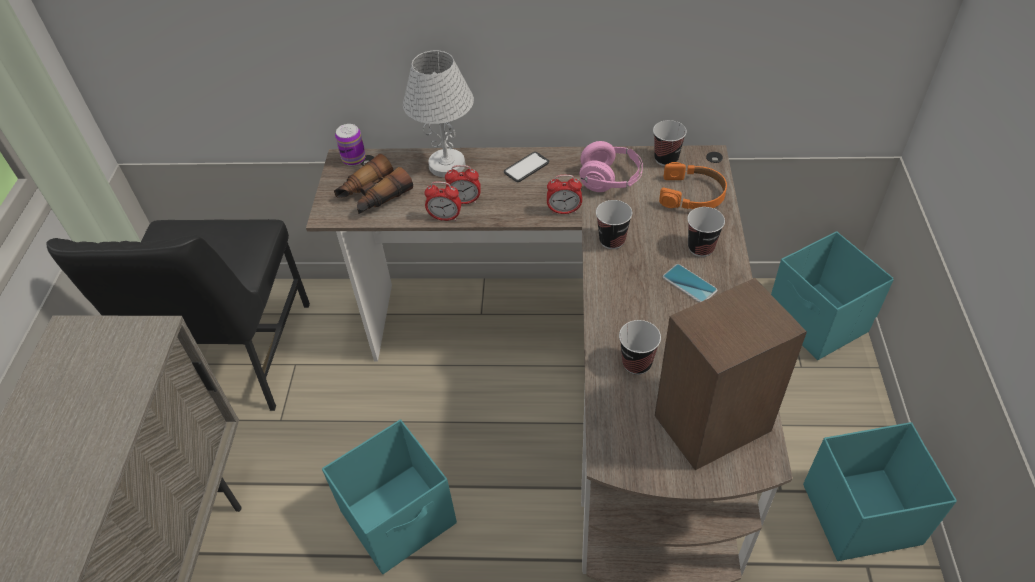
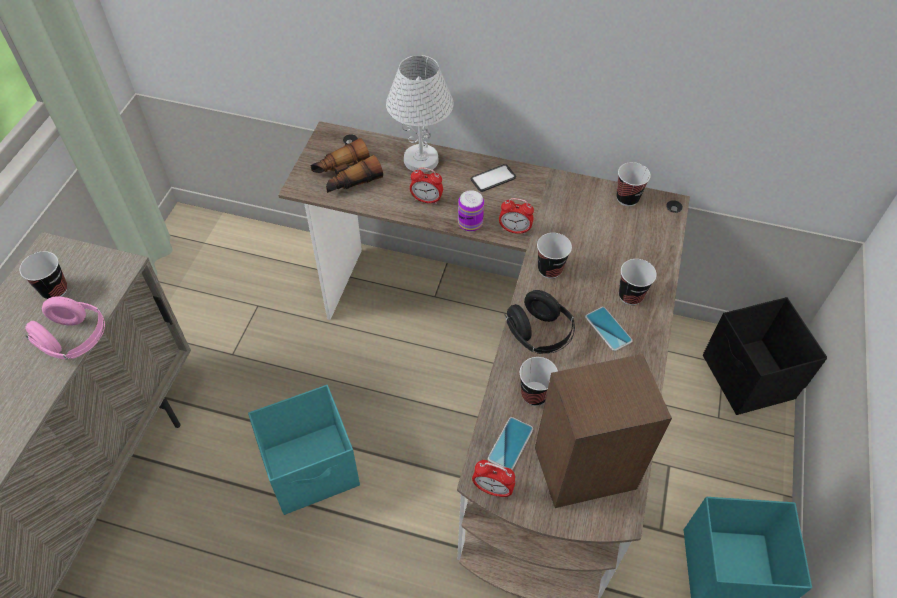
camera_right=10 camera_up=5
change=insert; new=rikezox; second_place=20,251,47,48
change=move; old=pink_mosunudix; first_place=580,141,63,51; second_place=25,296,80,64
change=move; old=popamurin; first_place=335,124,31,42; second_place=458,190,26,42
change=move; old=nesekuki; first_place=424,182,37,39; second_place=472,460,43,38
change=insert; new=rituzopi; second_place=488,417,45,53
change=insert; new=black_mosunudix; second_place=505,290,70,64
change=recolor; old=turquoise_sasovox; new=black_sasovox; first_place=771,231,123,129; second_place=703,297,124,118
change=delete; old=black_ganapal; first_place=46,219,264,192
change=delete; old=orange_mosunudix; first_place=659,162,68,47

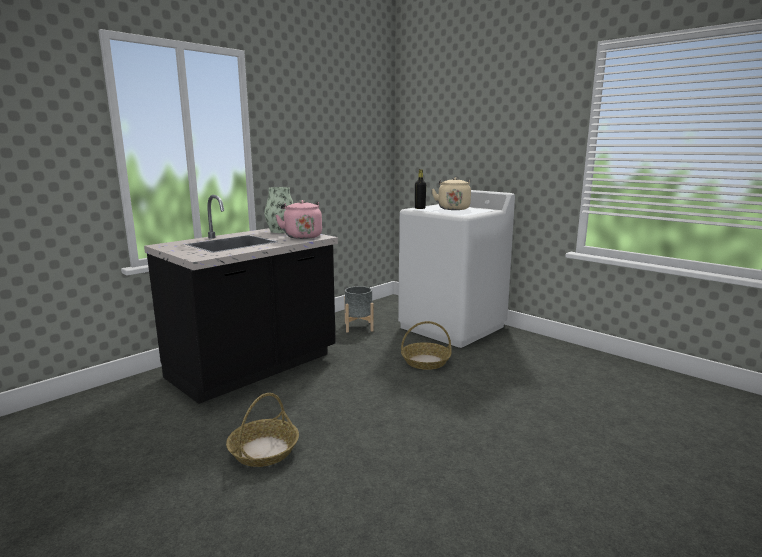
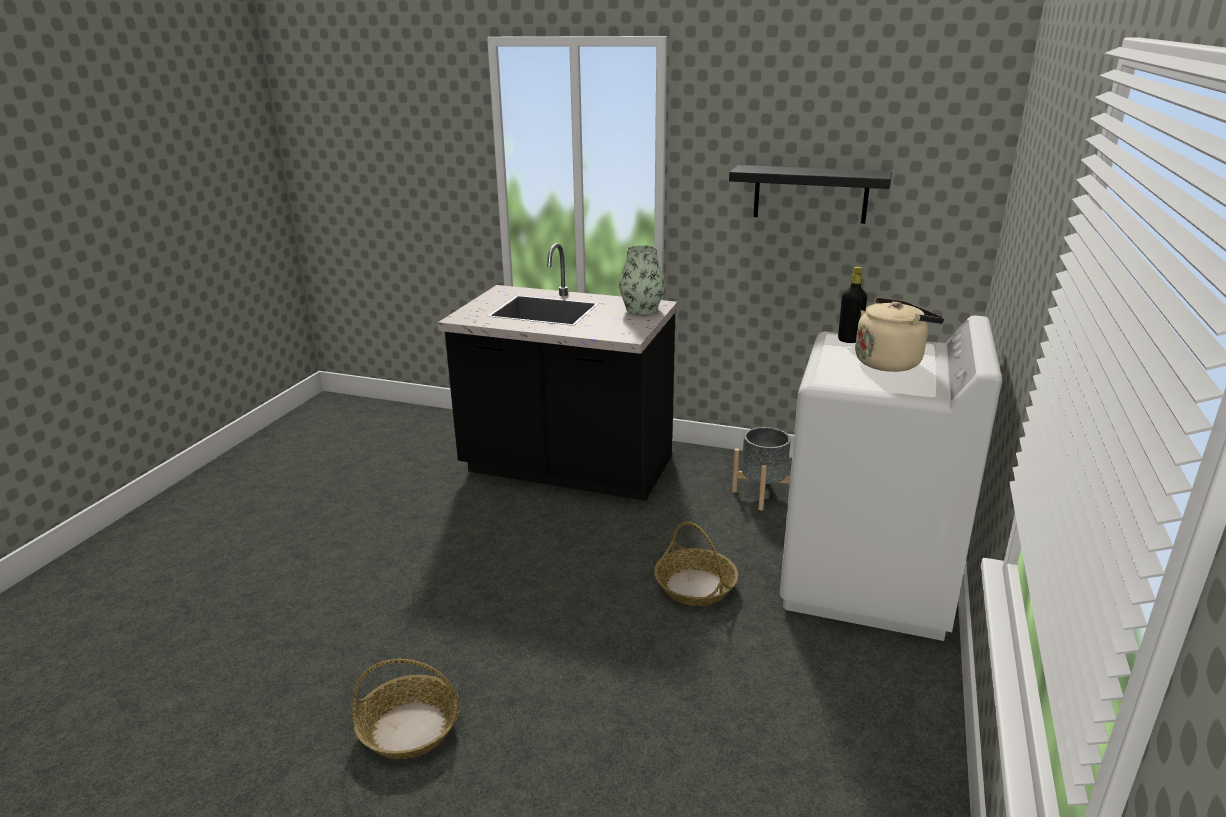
camera_right=65 camera_up=10
change=move; old=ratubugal; first_place=226,393,73,74; second_place=352,659,108,100
change=insert; new=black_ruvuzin; second_place=729,165,163,59
change=delete; old=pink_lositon; first_place=276,200,46,39

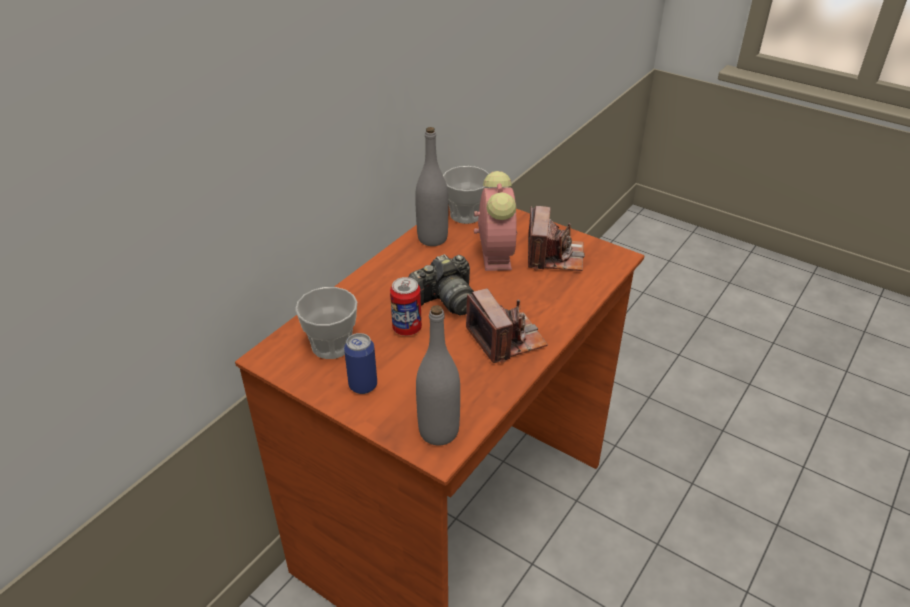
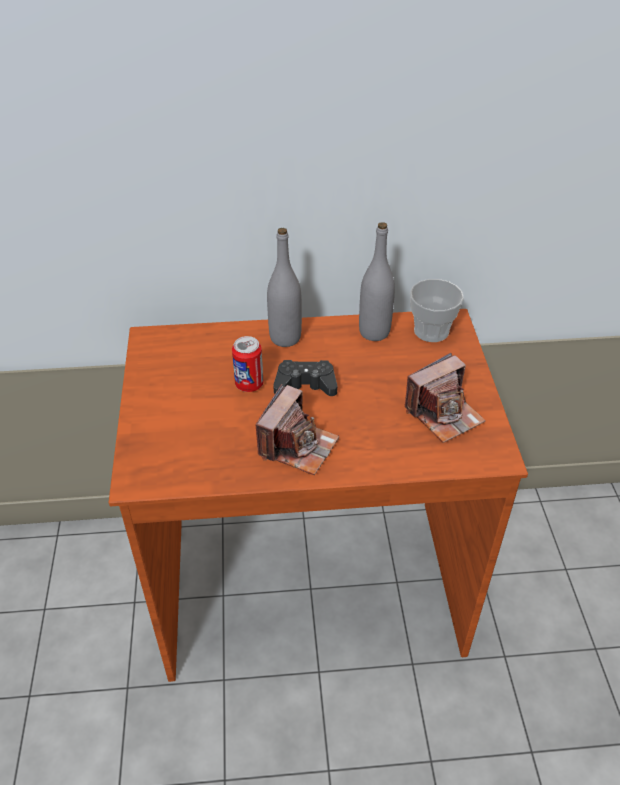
camera_right=50 camera_up=5
change=move; old=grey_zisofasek; first_place=416,305,44,141; second_place=267,228,35,119
change=replace; old=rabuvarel; new=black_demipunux; first_place=408,254,66,62; second_place=273,360,64,36
change=delete; old=rikezox; first_place=295,287,62,72
change=delete; old=popamurin; first_place=344,333,33,61
change=delete; old=nesekuki; first_place=474,171,43,100

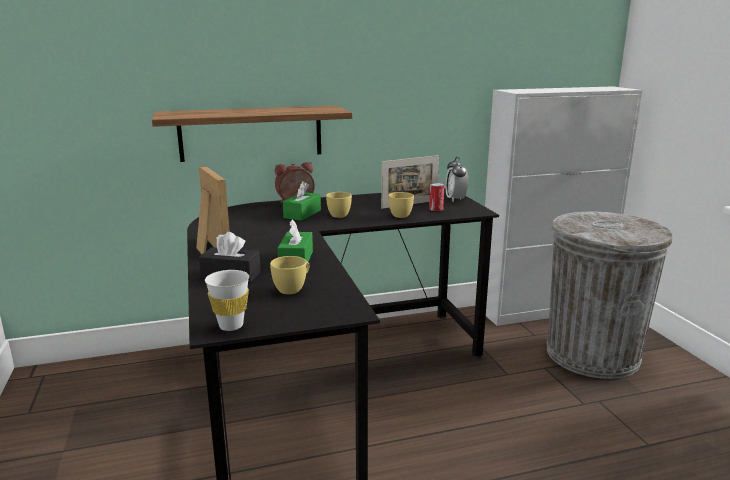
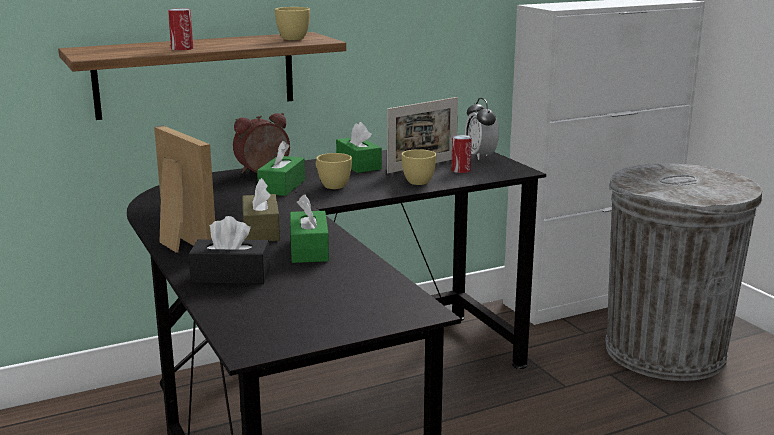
camera_right=-10 camera_up=0
change=insert; new=popamurin; second_place=168,8,25,42
change=insert; new=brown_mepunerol; second_place=242,178,38,63
change=move; old=yellow_rikezox; first_place=270,256,40,38; second_place=275,7,35,33
change=insert; new=green_mepunerol; second_place=336,122,46,51
change=delete; old=white_rikezox; first_place=205,270,44,61

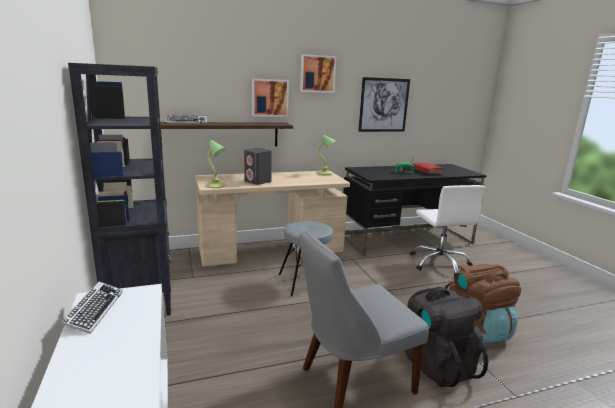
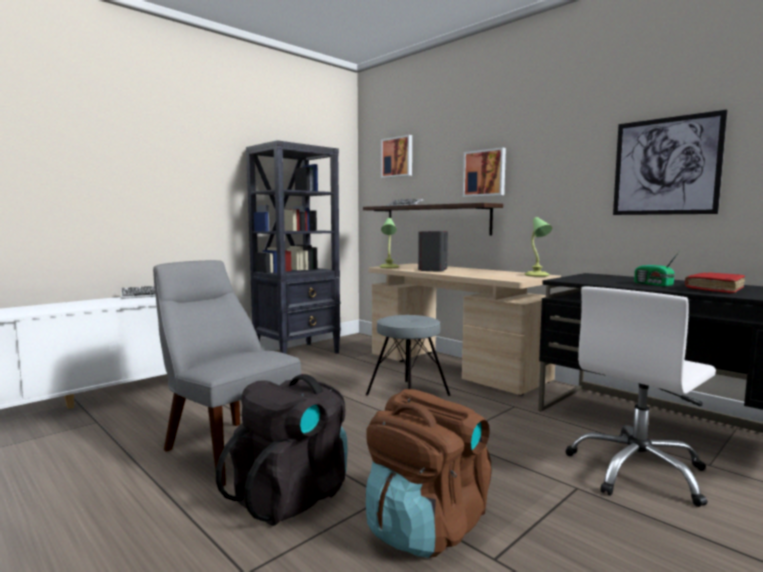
camera_right=65 camera_up=-10
change=move; old=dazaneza; first_place=300,54,36,39; second_place=381,135,31,43

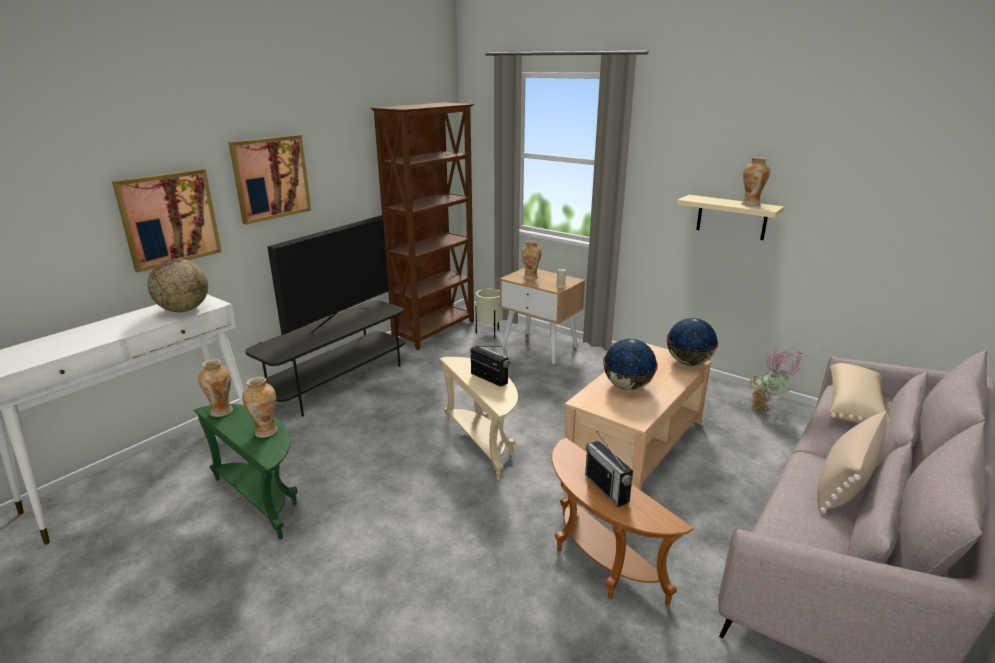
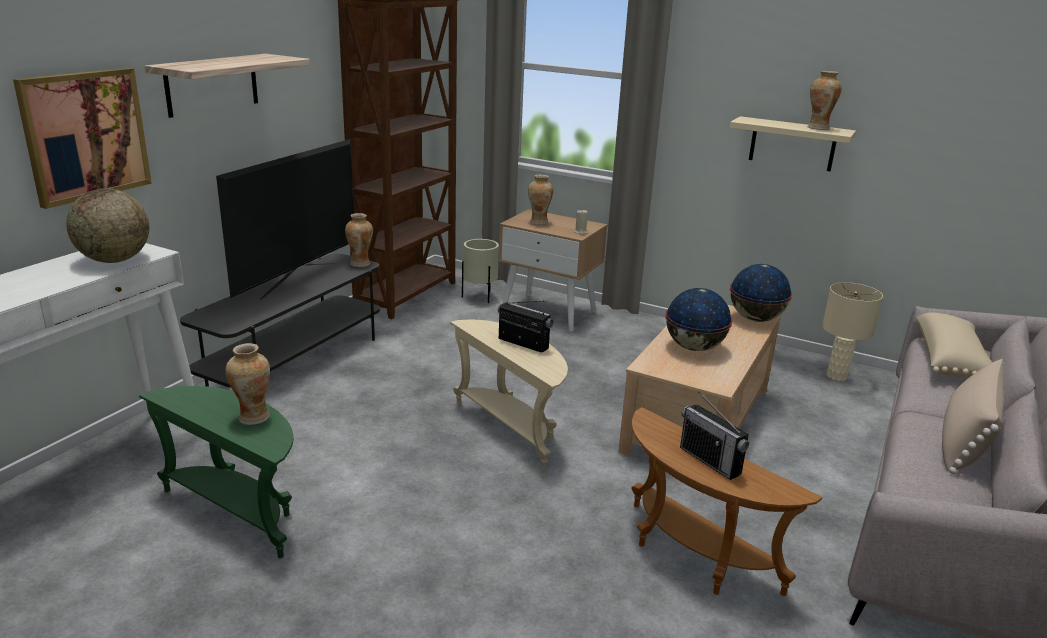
camera_right=-10 camera_up=0
change=replace; old=dazaneza; new=ruvuzin; first_place=228,135,83,90; second_place=145,54,165,64
change=move; old=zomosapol; first_place=198,359,35,58; second_place=345,213,28,54
change=replace; old=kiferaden; new=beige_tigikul; first_place=750,349,52,64; second_place=822,282,61,99

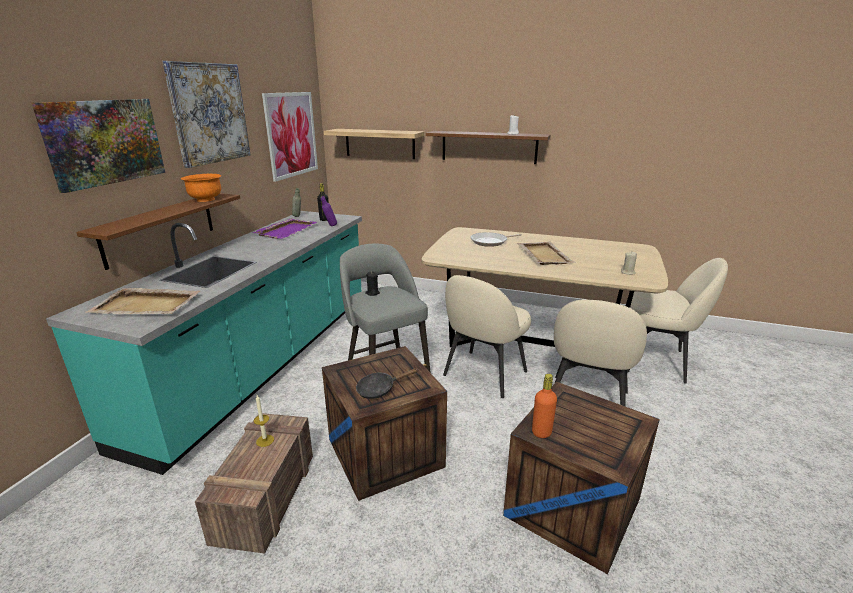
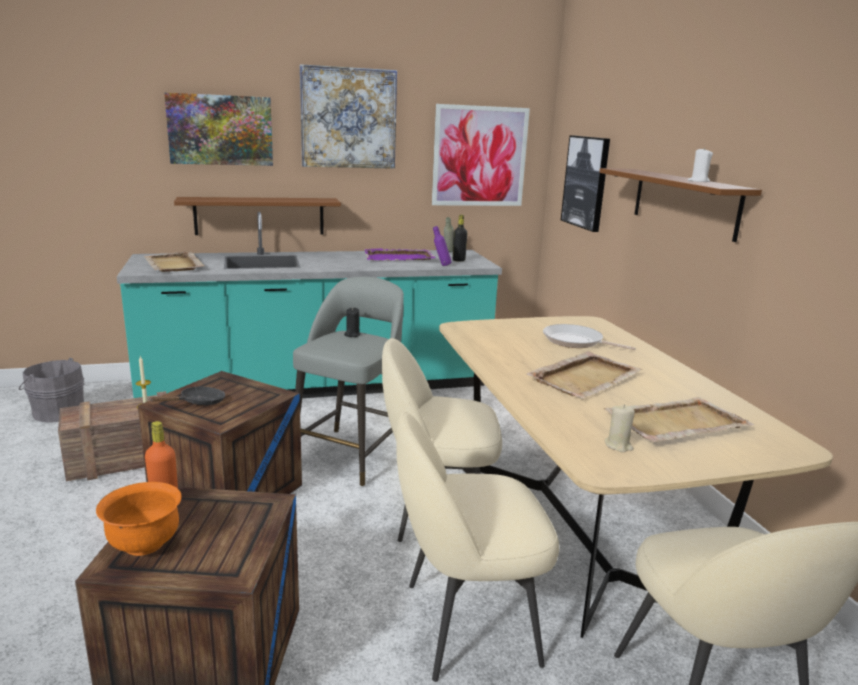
camera_right=55 camera_up=-5
change=insert; new=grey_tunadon; second_place=19,358,65,65
change=move; old=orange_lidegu; first_place=181,174,40,28; second_place=96,482,86,74
change=rotate; old=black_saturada; first_place=356,368,63,31; second_place=149,387,76,18; degrees=105
change=replace; old=ruvuzin; new=dazaneza; first_place=324,129,100,30; second_place=561,135,49,97
change=insert; new=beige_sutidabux; second_place=603,397,152,45

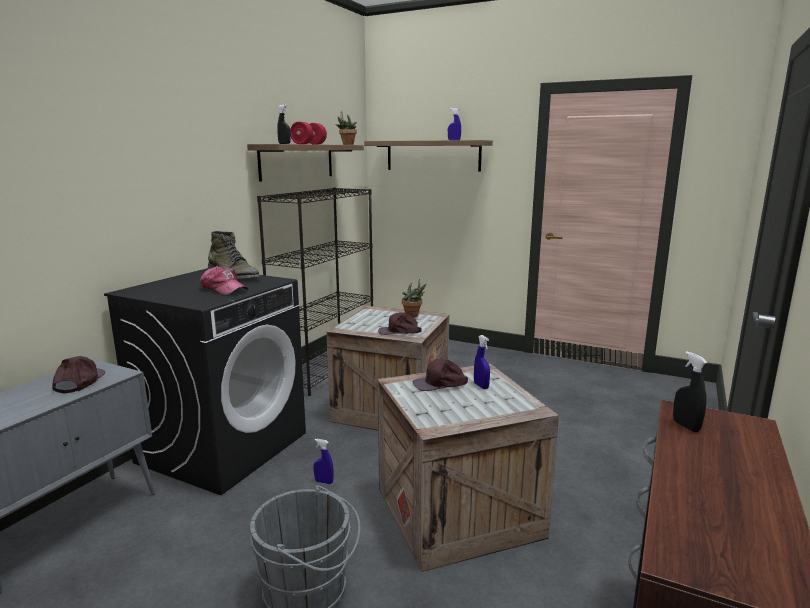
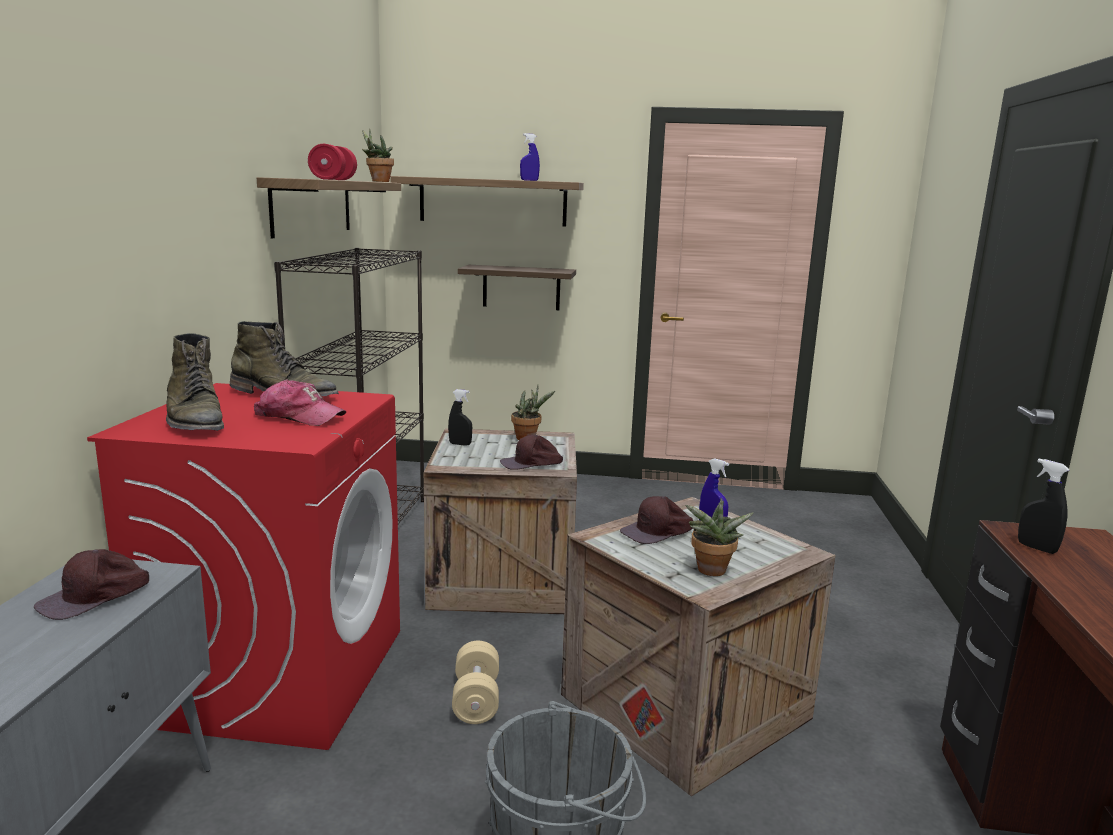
camera_right=-20 camera_up=0
change=rotate; old=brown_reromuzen; first_place=52,356,53,37; second_place=34,549,115,71; degrees=-120
change=recolor; old=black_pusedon; new=red_pusedon; first_place=104,268,202,227; second_place=87,383,313,367
change=insert; new=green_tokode; second_place=166,333,58,98
change=move; old=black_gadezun; first_place=277,105,14,39; second_place=448,389,24,57
change=replace; old=blue_gadezun; new=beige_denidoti; first_place=313,439,21,45; second_place=452,641,47,83
change=insert; new=ruvuzin; second_place=458,265,118,45
change=insert; new=kiferaden; second_place=685,498,69,78

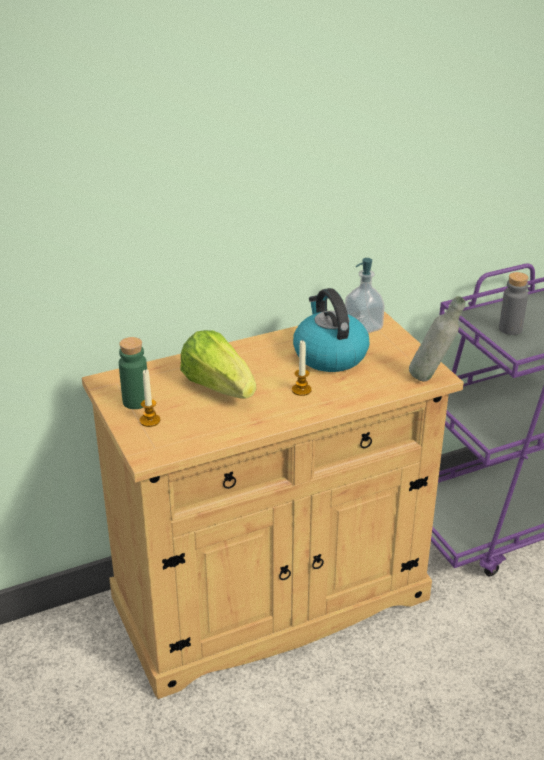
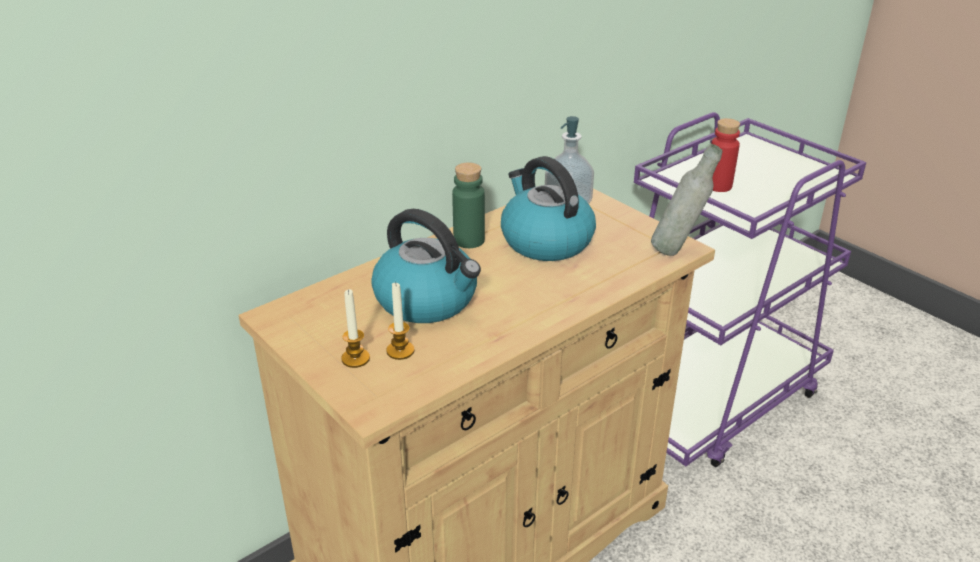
camera_right=-15 camera_up=0
change=replace; old=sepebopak; new=lositon; first_place=180,330,76,69; second_place=371,209,110,114
change=move; old=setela; first_place=292,341,20,55; second_place=386,282,29,78
change=move; old=green_zisofasek; first_place=119,337,28,72; second_place=452,162,33,86
change=recolor; old=grey_zisofasek; new=red_zisofasek; first_place=499,272,30,63; second_place=711,118,29,74

